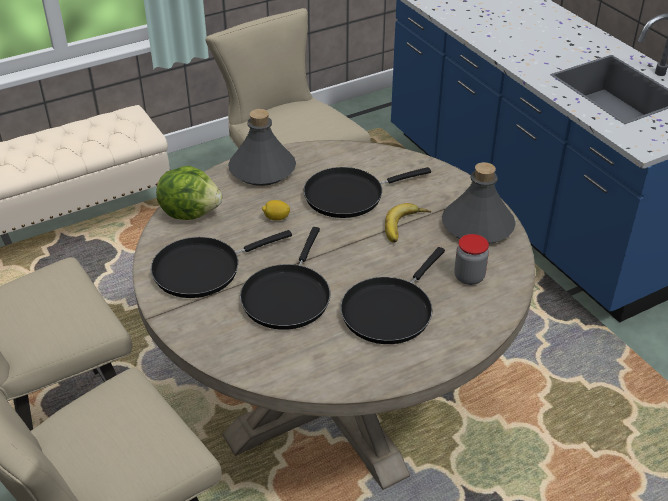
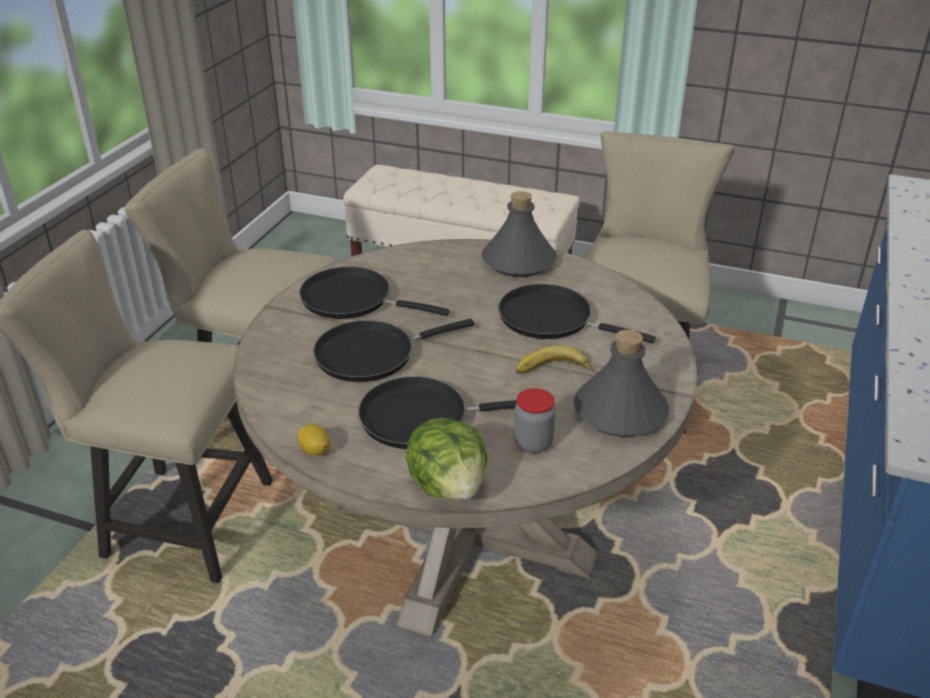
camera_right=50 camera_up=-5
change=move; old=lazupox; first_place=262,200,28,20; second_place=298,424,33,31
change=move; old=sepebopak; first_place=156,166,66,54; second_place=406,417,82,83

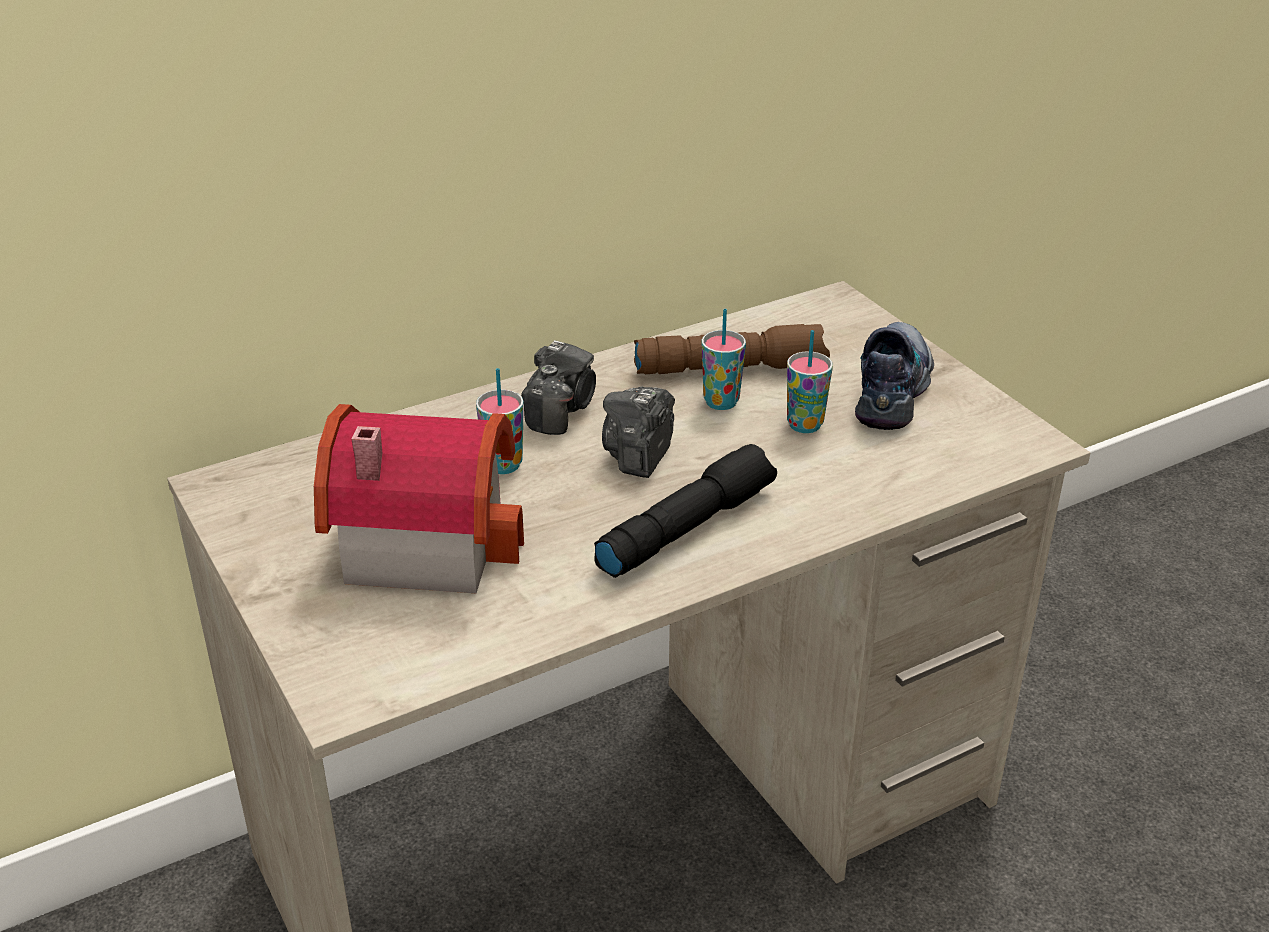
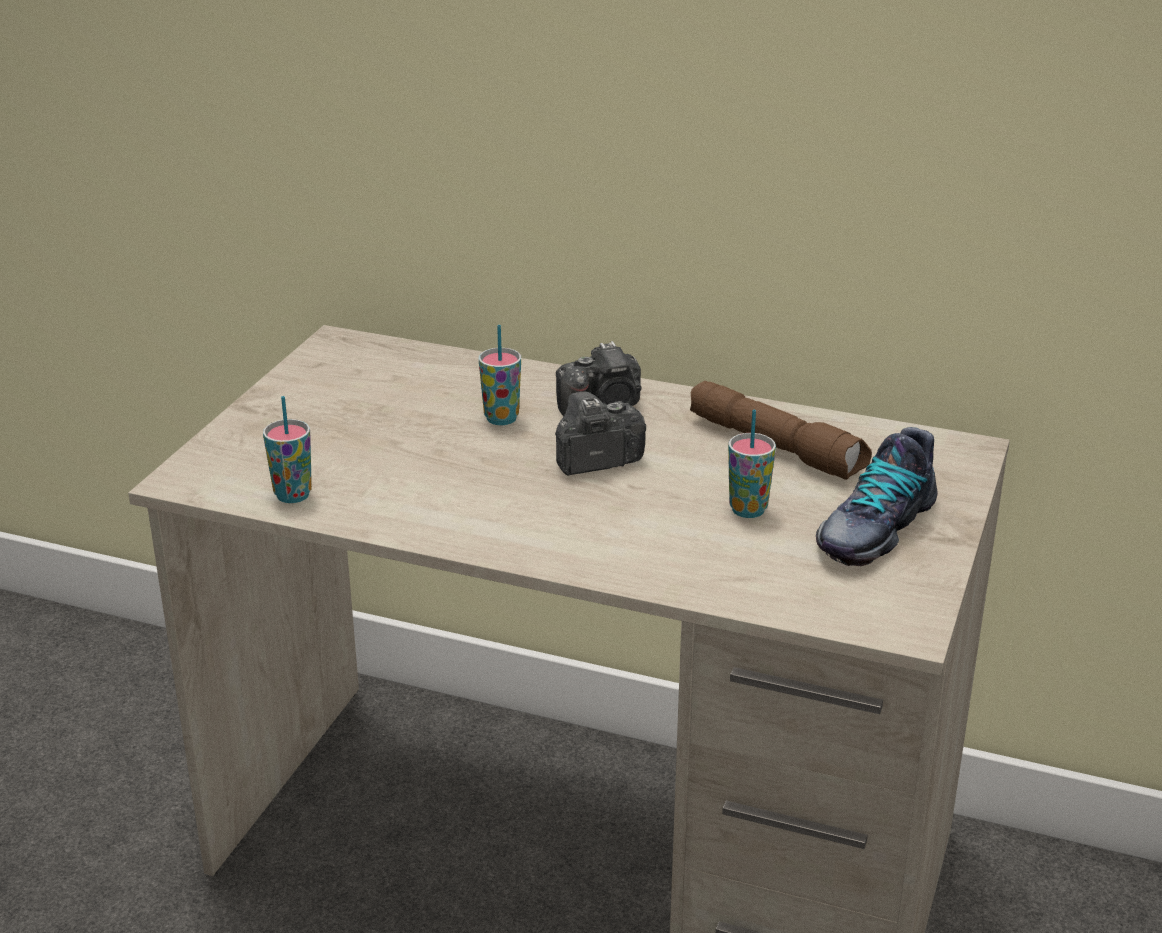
camera_right=50 camera_up=-5
change=move; old=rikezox; first_place=701,309,45,101; second_place=263,396,49,107
change=rotate; old=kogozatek; first_place=855,322,79,108; second_place=816,427,122,139; degrees=150
change=delete; old=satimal; first_place=314,404,210,189
change=delete; old=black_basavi; first_place=594,444,183,134

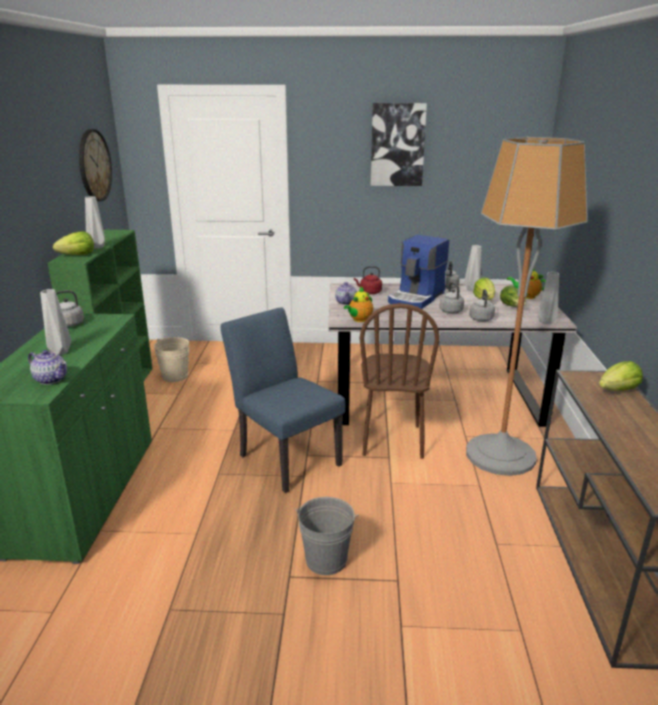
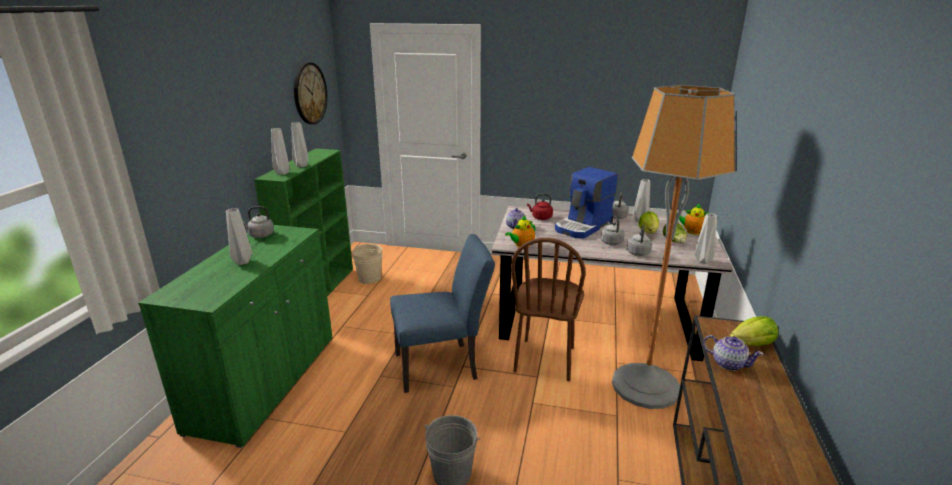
camera_right=10 camera_up=0
change=replace; old=sepebopak; new=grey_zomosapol; first_place=53,231,41,24; second_place=271,128,19,47
change=rotate; old=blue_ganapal; first_place=221,307,124,186; second_place=390,234,105,159; degrees=105
change=move; old=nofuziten; first_place=28,350,39,35; second_place=703,335,60,36
change=delete; old=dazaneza; first_place=371,103,56,83

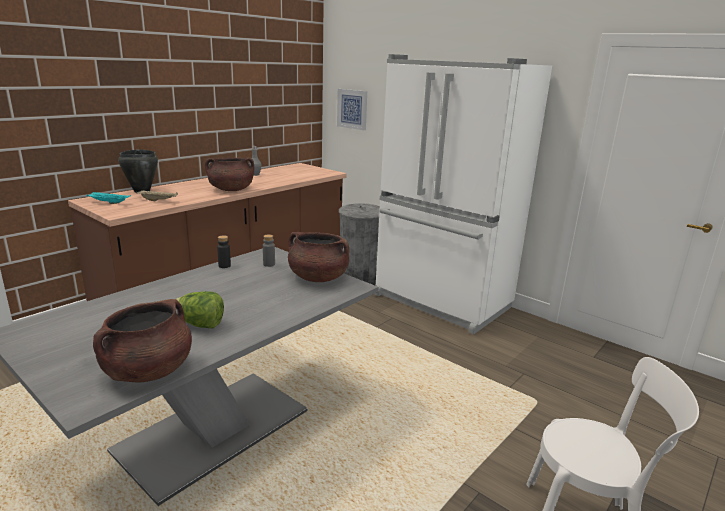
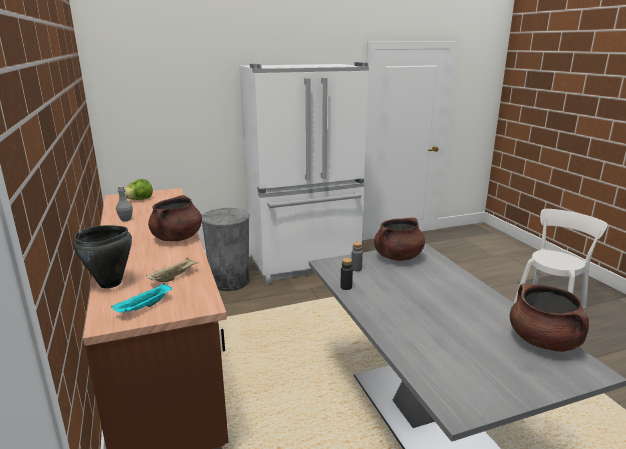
camera_right=-60 camera_up=0
change=move; old=sepebopak; first_place=176,291,48,37; second_place=125,179,28,21
change=delete; old=dazaneza; first_place=337,89,30,41

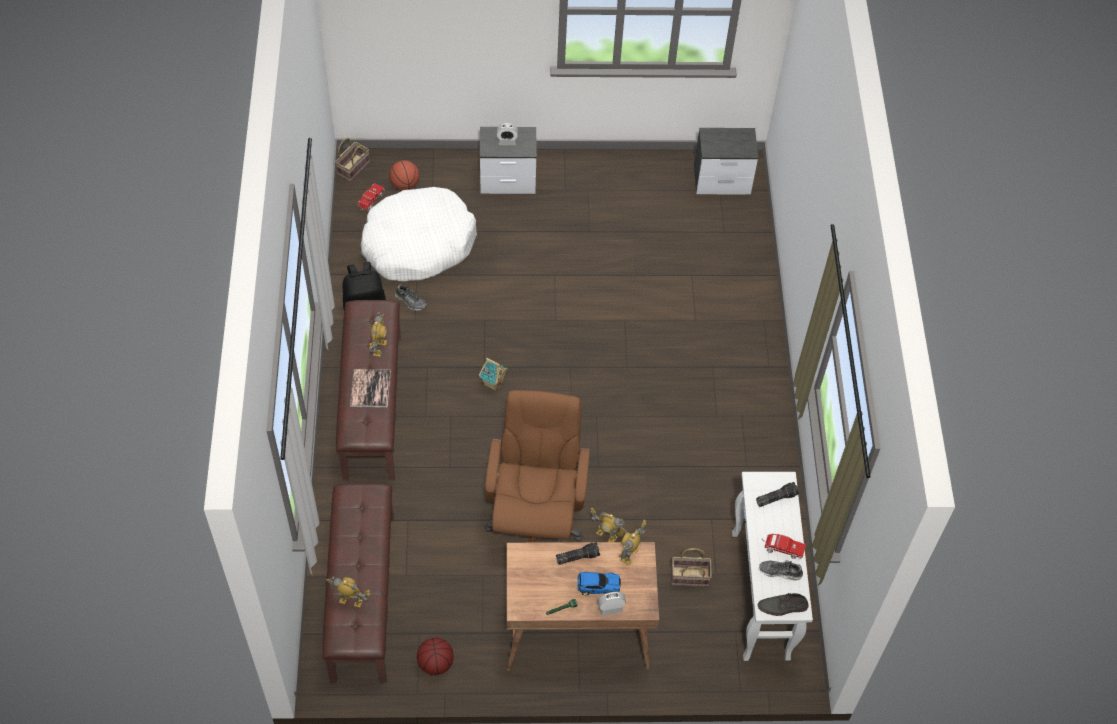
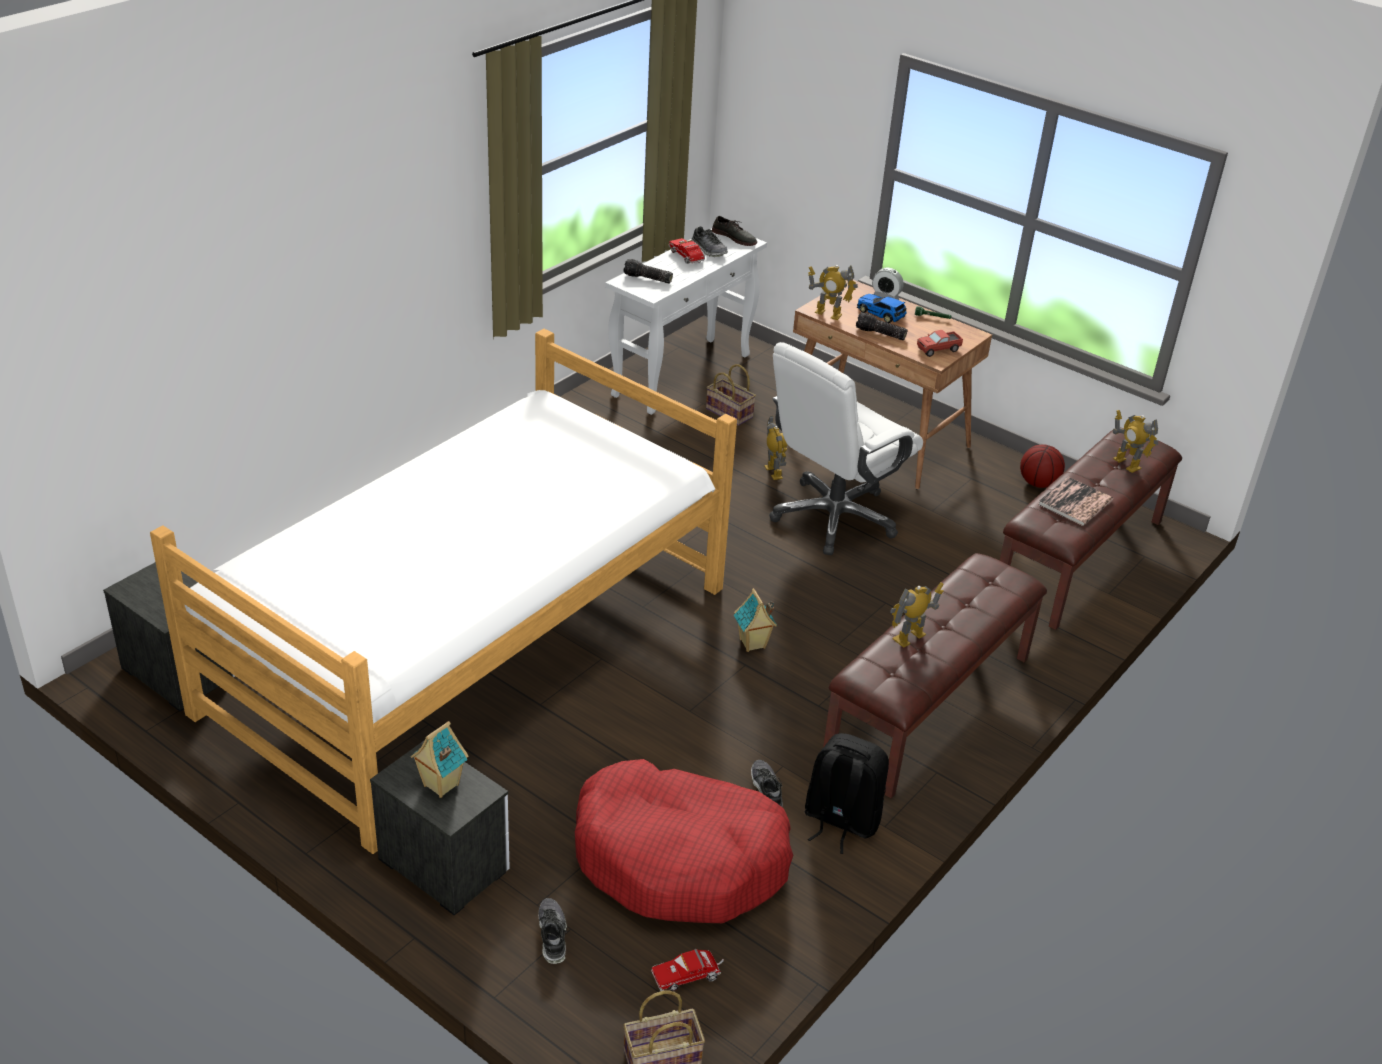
camera_right=-140 camera_up=-20
change=insert; new=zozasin; second_place=150,329,587,525
change=replace; old=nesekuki; new=satimal; first_place=496,123,22,22; second_place=410,721,59,77
change=insert; new=kogozatek; second_place=539,898,28,66
change=recolor; old=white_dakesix; new=red_dakesix; first_place=361,187,116,94; second_place=575,759,219,164
change=recolor; old=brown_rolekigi; new=white_rolekigi; first_place=485,390,105,153; second_place=769,342,154,213
change=rotate; old=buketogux; first_place=619,520,27,45; second_place=808,265,50,55; degrees=45
change=insert; new=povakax; second_place=917,330,46,27
change=move; old=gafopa; first_place=350,369,41,39; second_place=1038,477,76,49
change=delete; old=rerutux; first_place=389,160,31,31

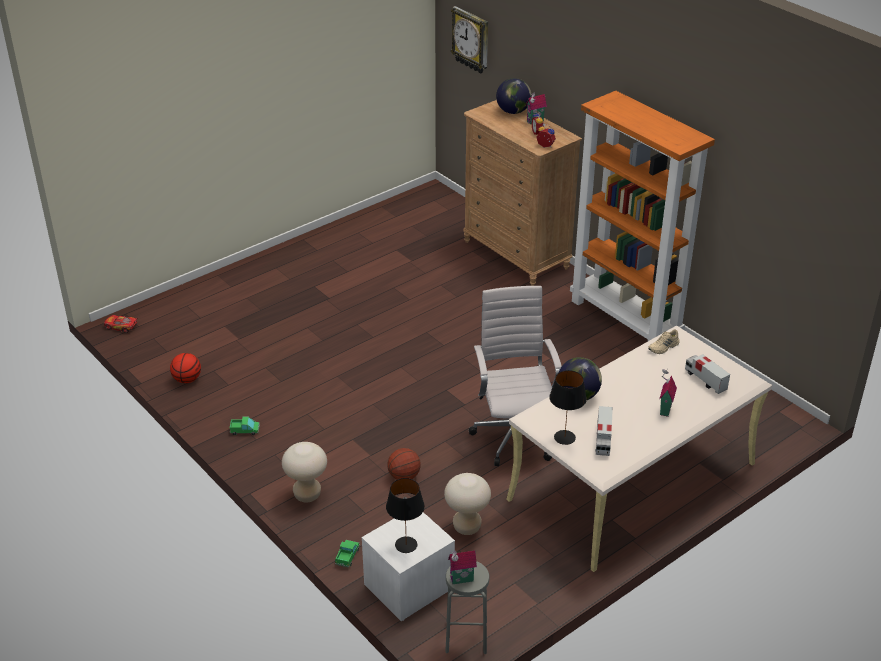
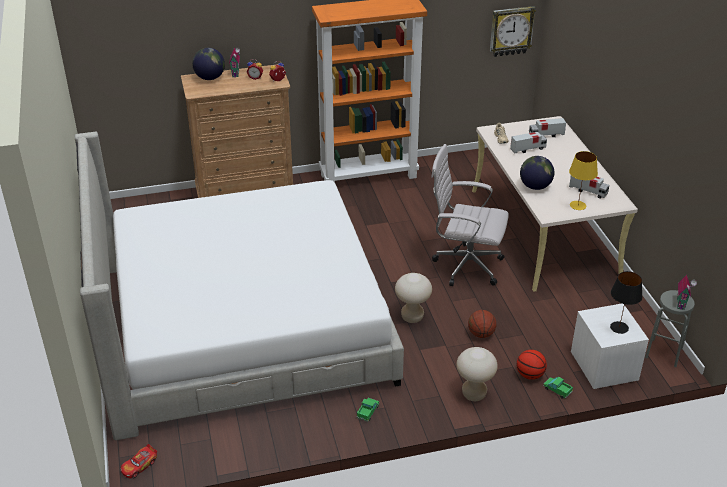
camera_right=-65 camera_up=0
change=insert; new=zozasin; second_place=74,132,330,308
change=move; old=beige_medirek; first_place=444,473,47,62; second_place=395,273,37,50
change=move; old=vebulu; first_place=451,6,37,68; second_place=490,6,46,51
change=insert; new=povakax; second_place=510,132,37,22
change=move; old=rerutux; first_place=170,353,31,30; second_place=517,350,30,30
change=recolor; old=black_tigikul; new=yellow_tigikul; first_place=549,370,38,75; second_place=569,151,29,59
change=delete; old=satimal; first_place=659,369,18,48

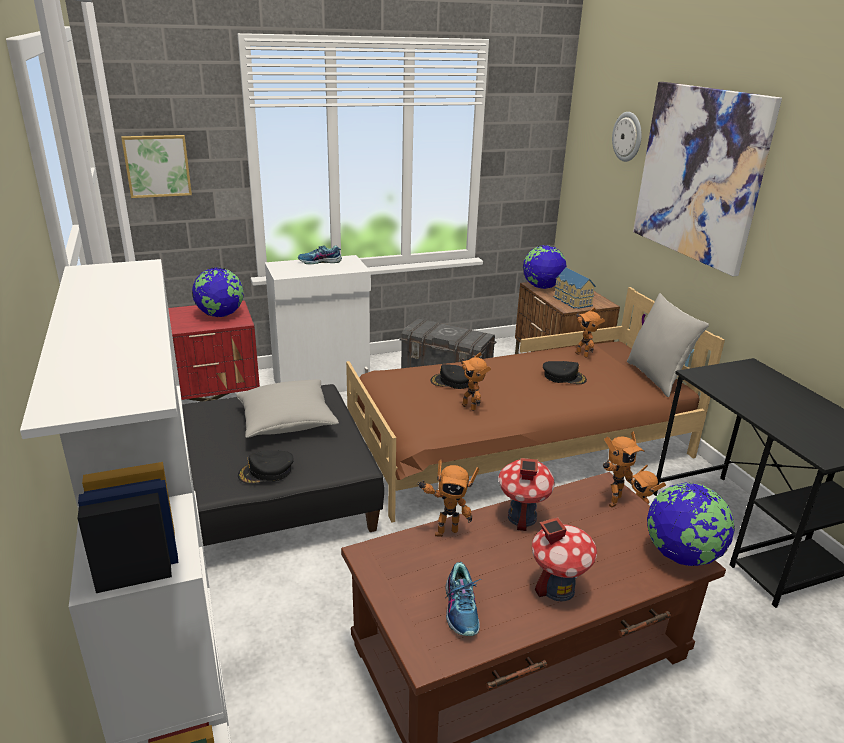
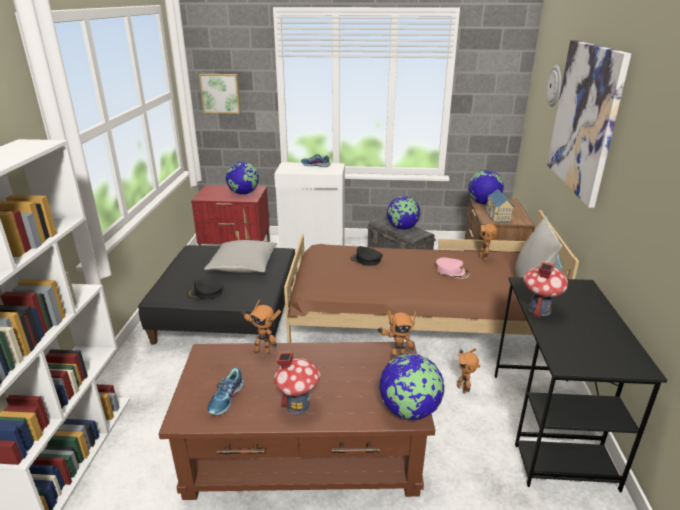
camera_right=25 camera_up=0
change=insert; new=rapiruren; second_place=387,196,34,34
change=recolor; old=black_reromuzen; new=pink_reromuzen; first_place=543,361,44,23; second_place=436,257,33,22
change=move; old=satimal; first_place=498,458,57,73; second_place=523,261,45,57
change=delete; old=buketogux; first_place=461,352,30,59

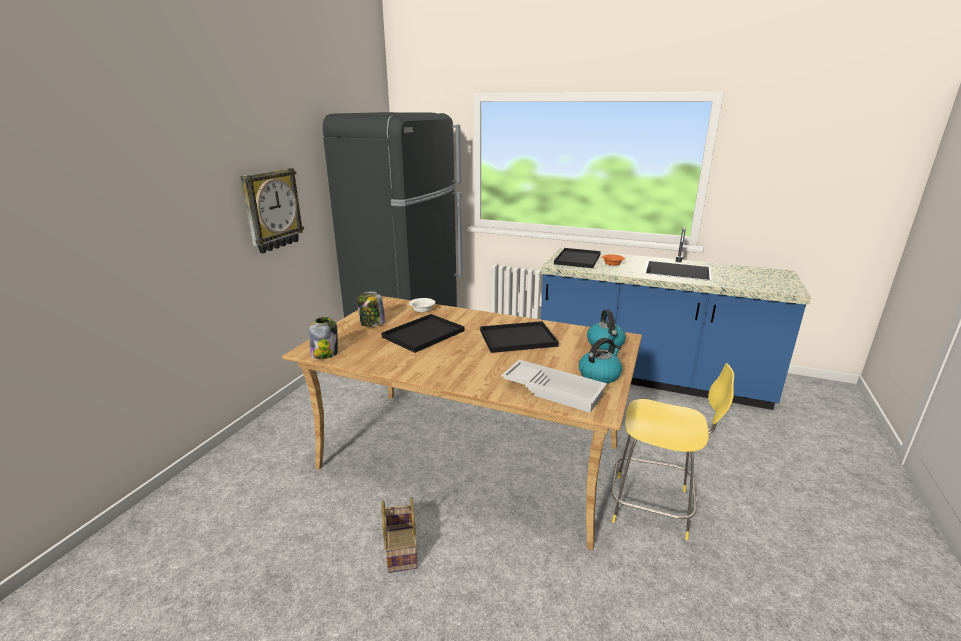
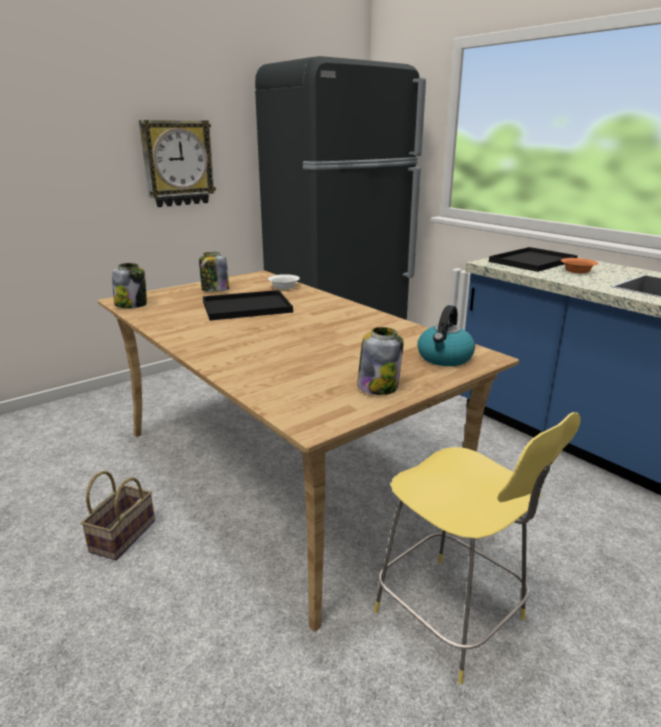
camera_right=30 camera_up=0
change=replace; old=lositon; new=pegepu; first_place=579,338,43,45; second_place=357,327,47,68
change=delete; old=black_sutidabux; first_place=480,321,79,32
change=delete; old=white_sutidabux; first_place=501,360,106,53

